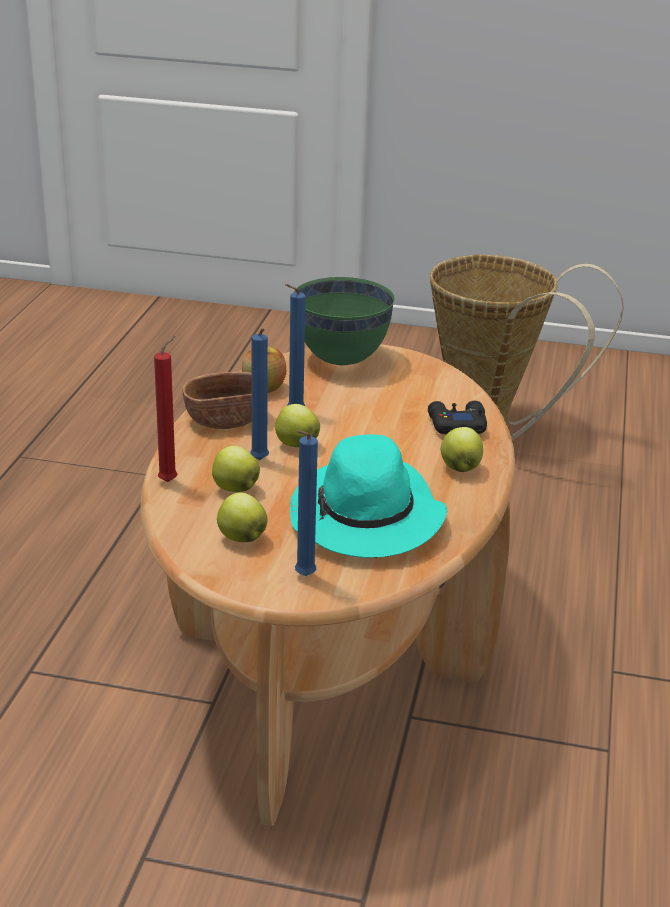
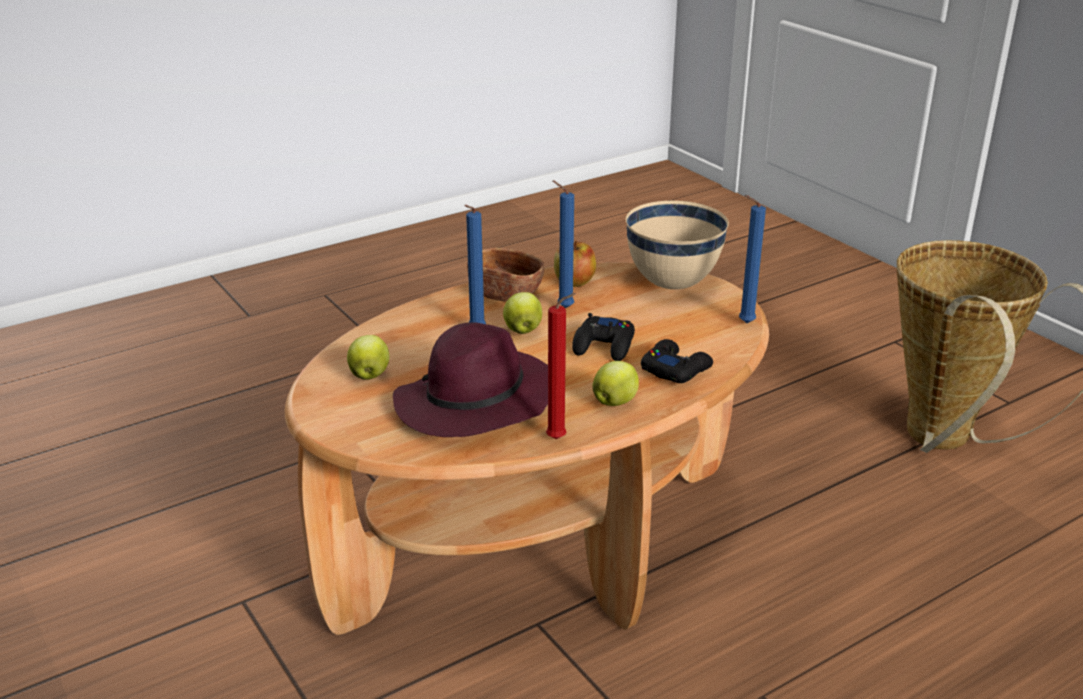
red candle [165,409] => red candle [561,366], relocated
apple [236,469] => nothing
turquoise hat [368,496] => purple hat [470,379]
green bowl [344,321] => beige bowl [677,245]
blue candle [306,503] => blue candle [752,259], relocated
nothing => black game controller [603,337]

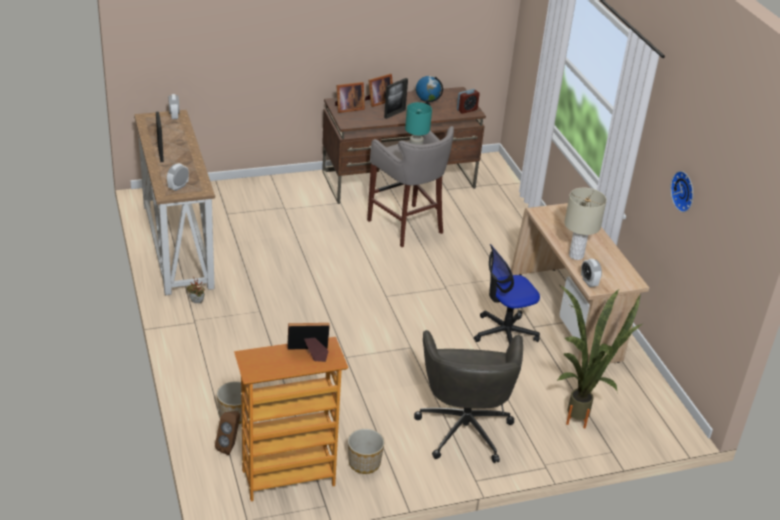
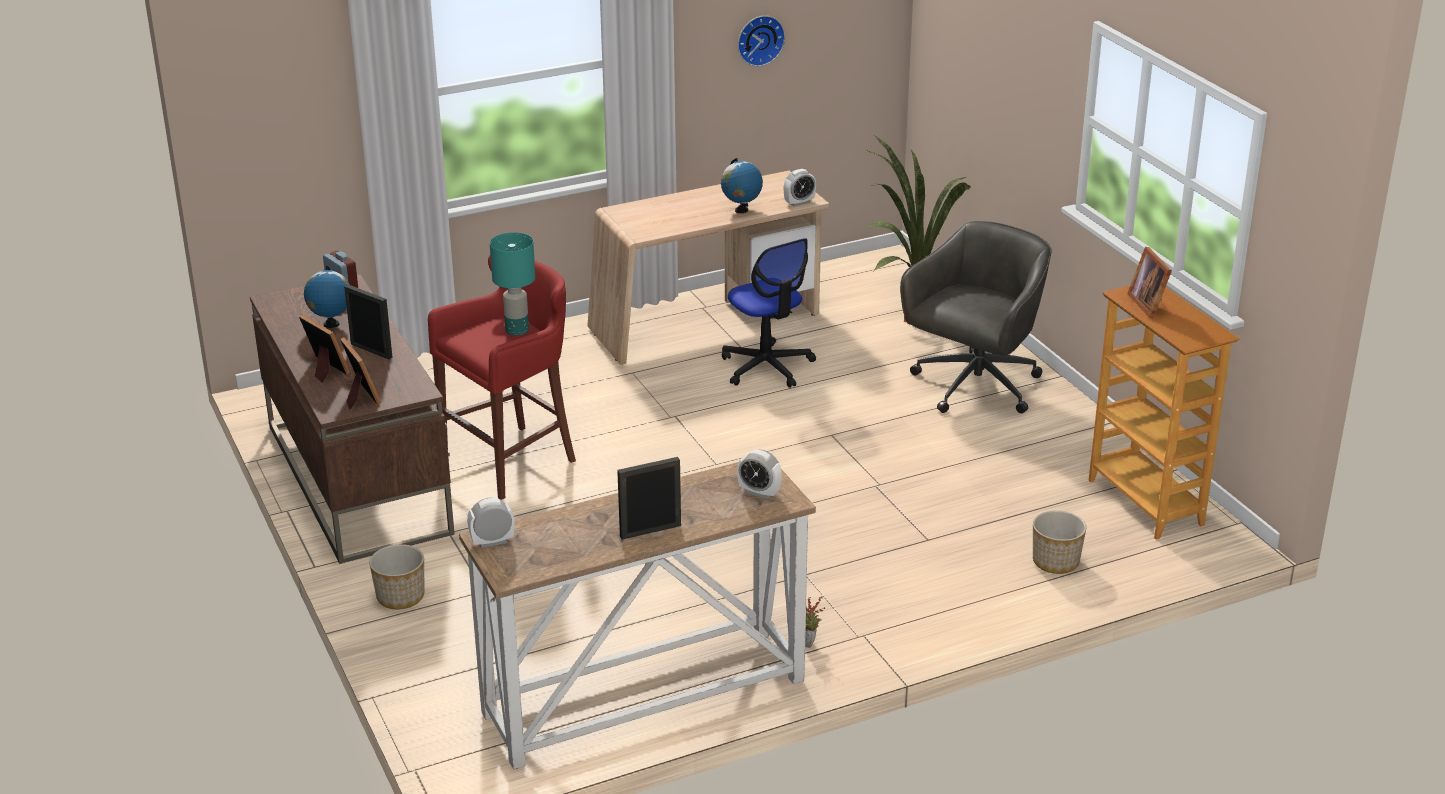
brown speaker [227,433] => nothing
planter [366,451] => planter [397,577], relocated
grey stool [410,186] => red stool [502,377]
grey office chair [468,396] => grey office chair [976,317], 45 degrees counterclockwise
beige table lamp [585,224] => globe [742,185]

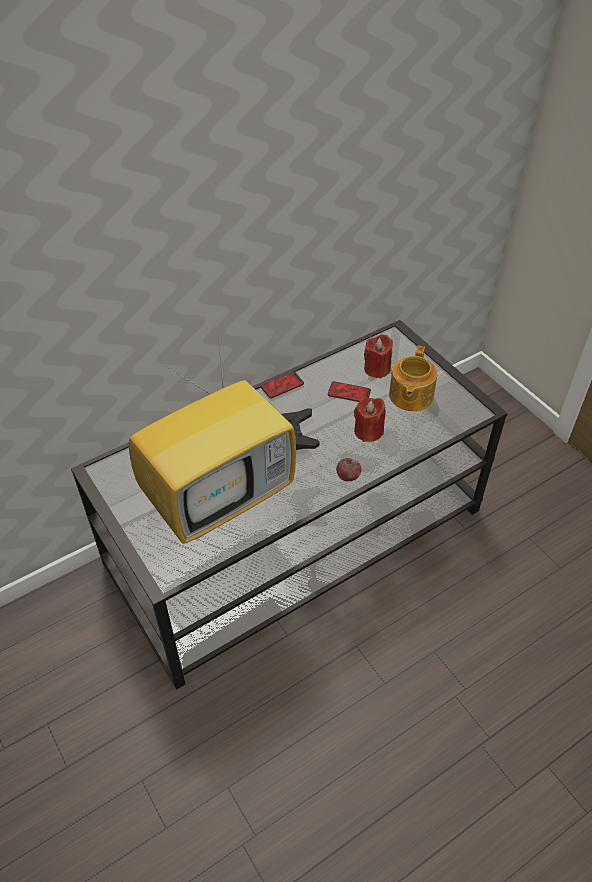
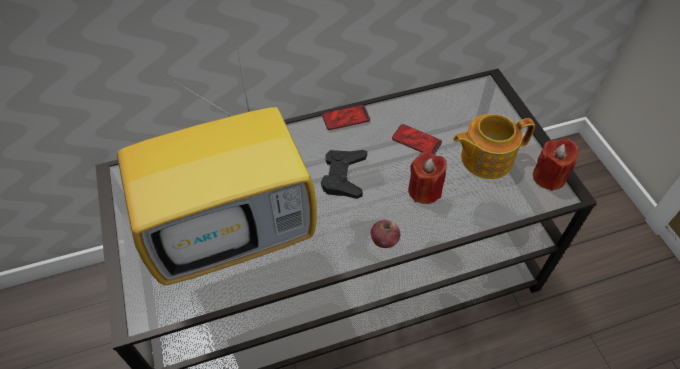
red candle [378,356] => red candle [556,164], relocated
teapot [413,378] => teapot [494,146], 45 degrees clockwise

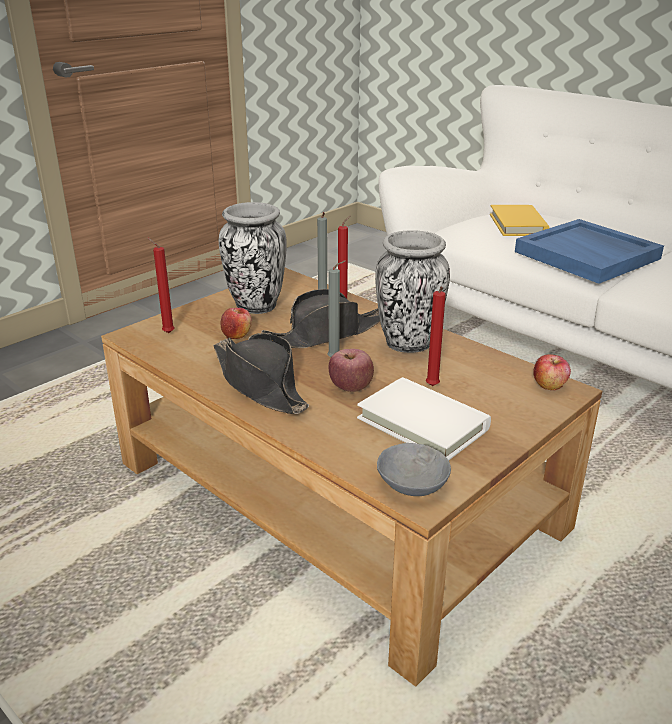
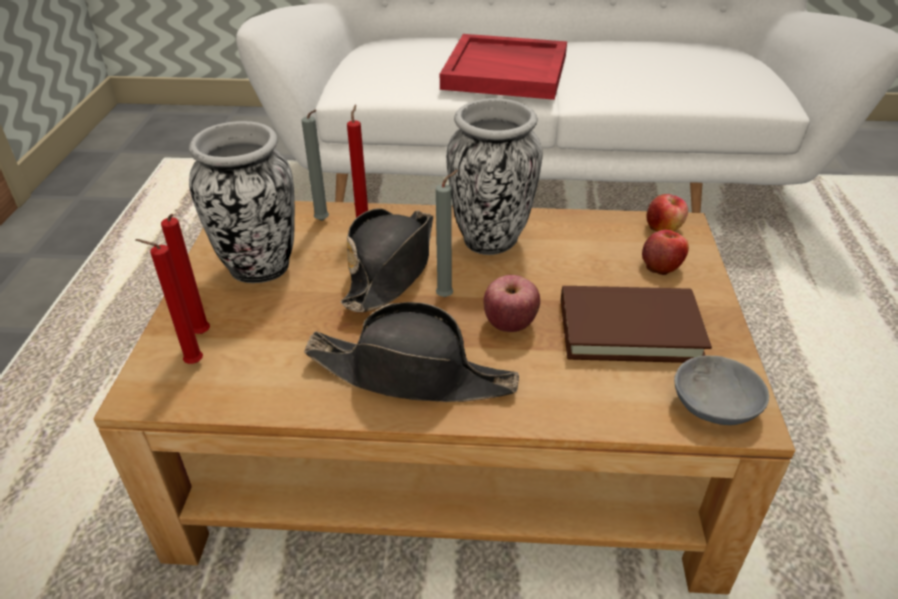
apple [236,323] => apple [665,252], relocated
white book [424,419] => brown book [636,324]
red candle [436,336] => red candle [185,274], relocated
yellow book [520,220] => nothing
blue tray [589,251] => red tray [503,67]

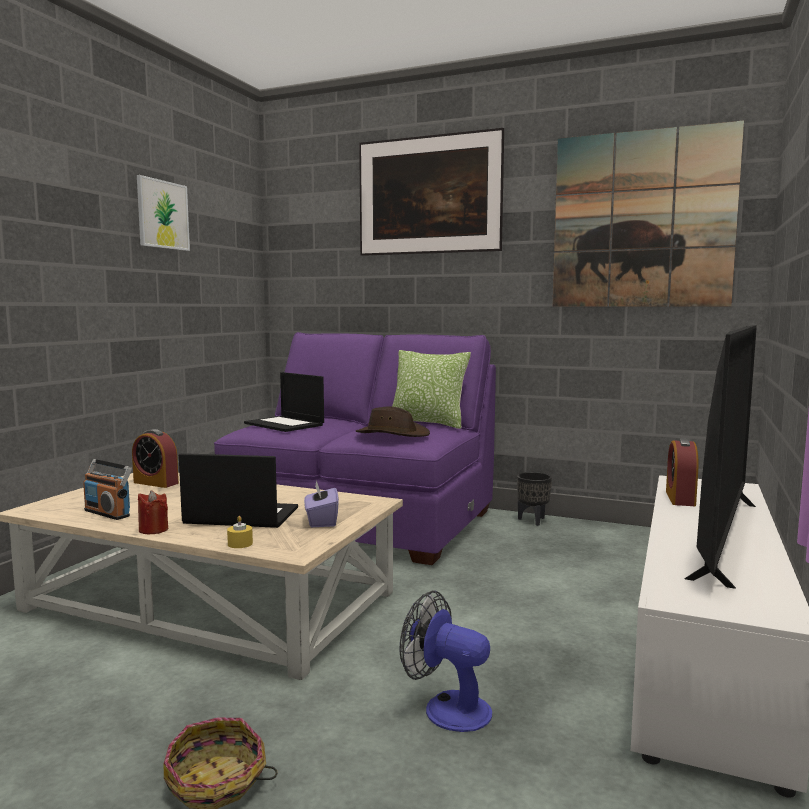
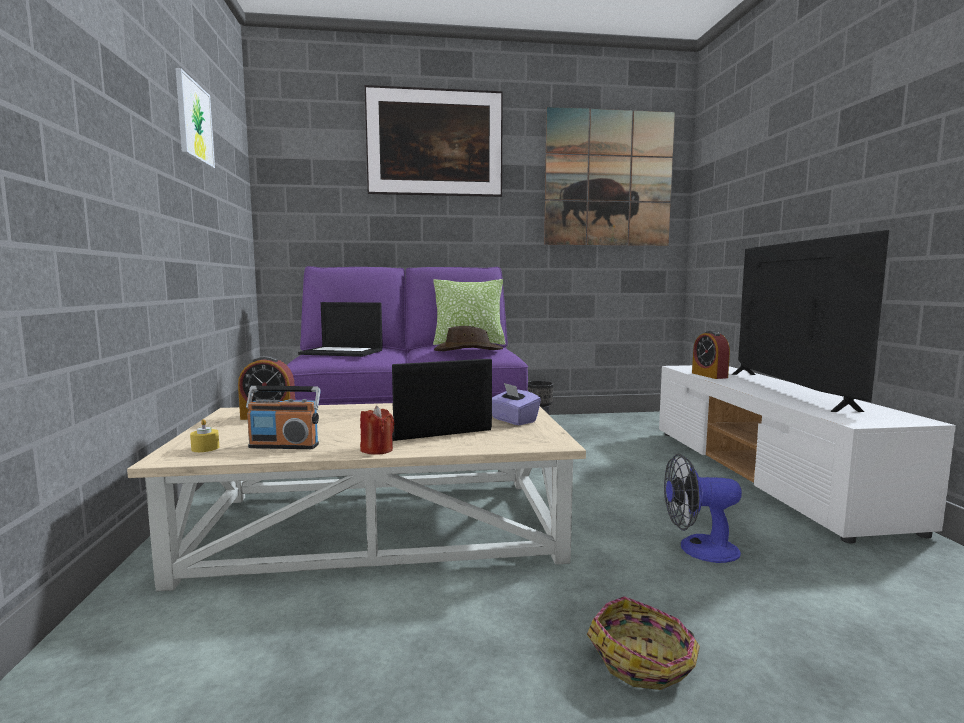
yellow candle [240,532] => yellow candle [204,435], relocated

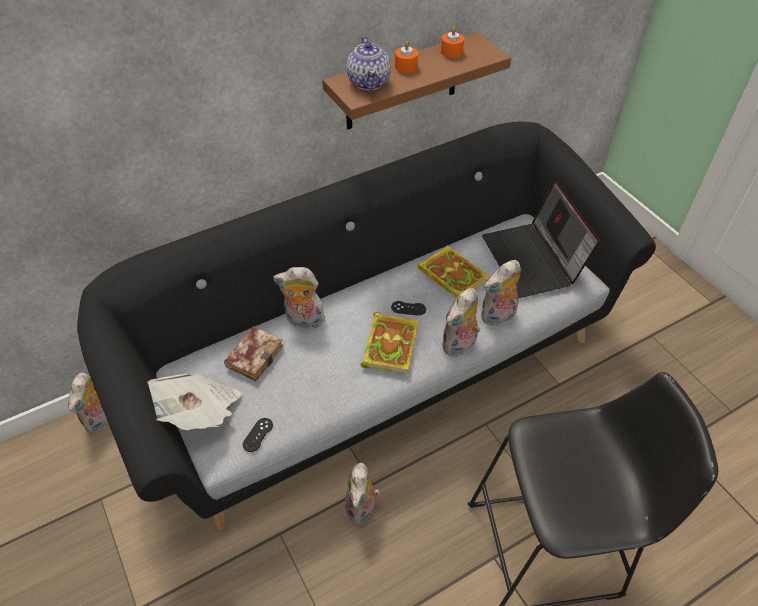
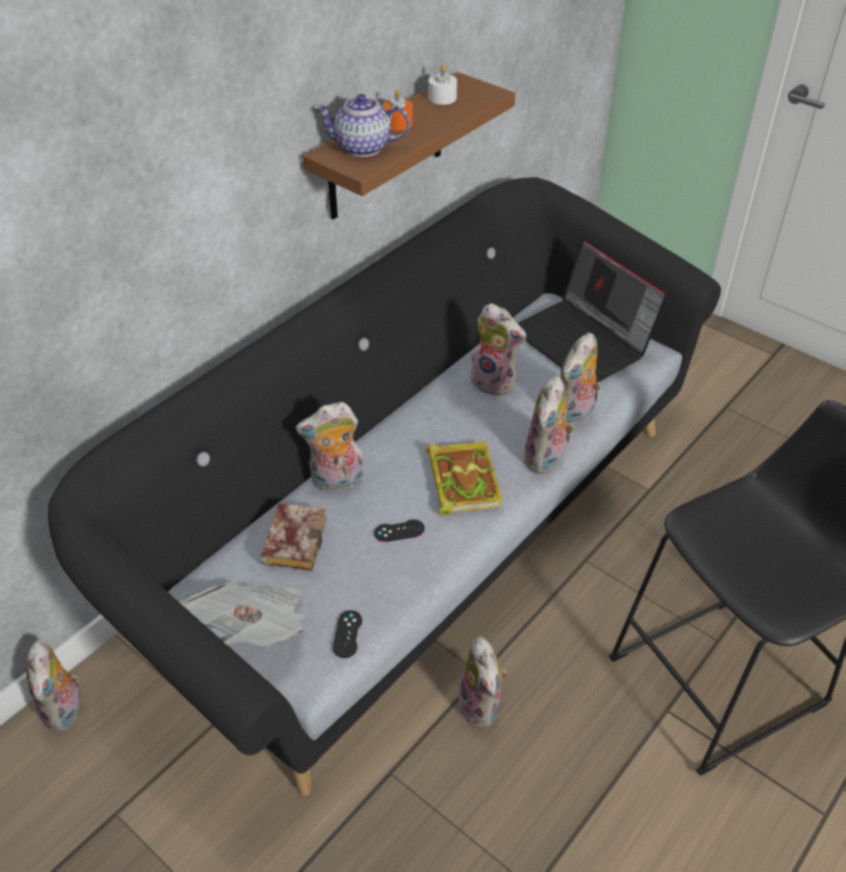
teapot [368,63] => teapot [362,125], 120 degrees clockwise
black game controller [408,308] => black game controller [399,530], relocated
book [453,272] => plush toy [498,350]
orange candle [452,42] => white candle [442,85]

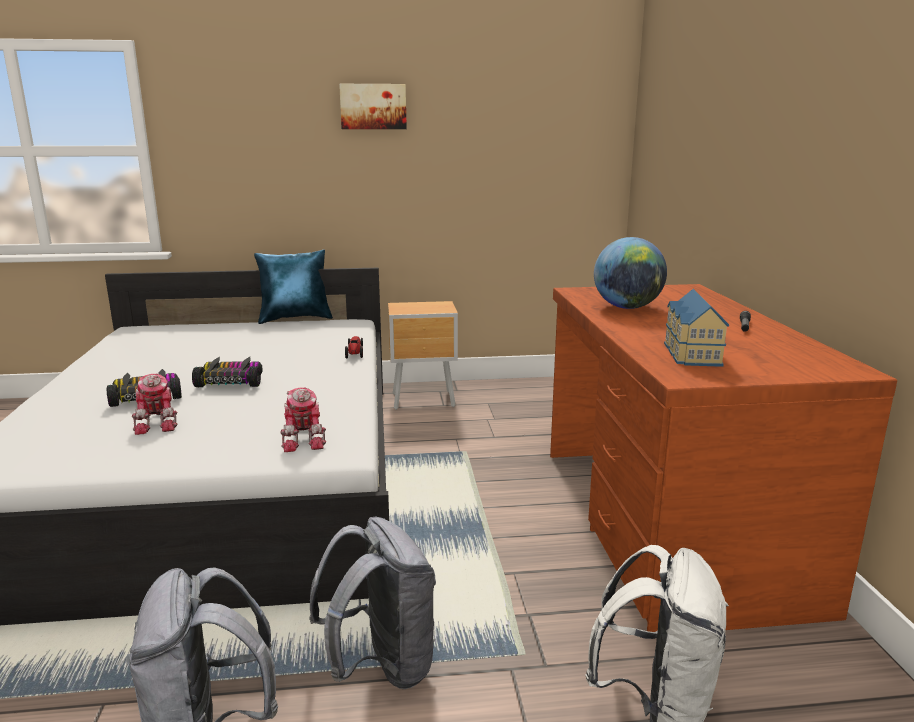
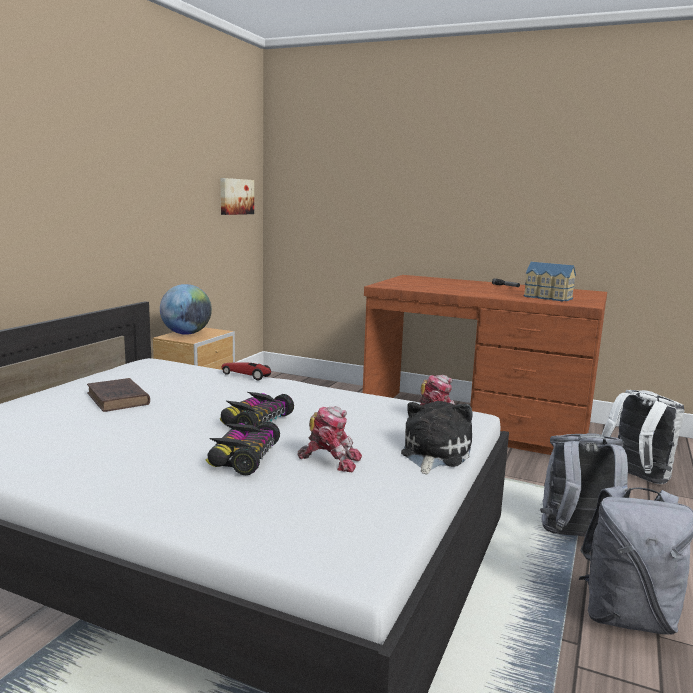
blue pillow [293,287] => nothing
picture [373,106] => picture [237,196], relocated
globe [630,273] => globe [186,309], relocated
nothing => brown book [118,395]
nothing => plush toy [436,437]

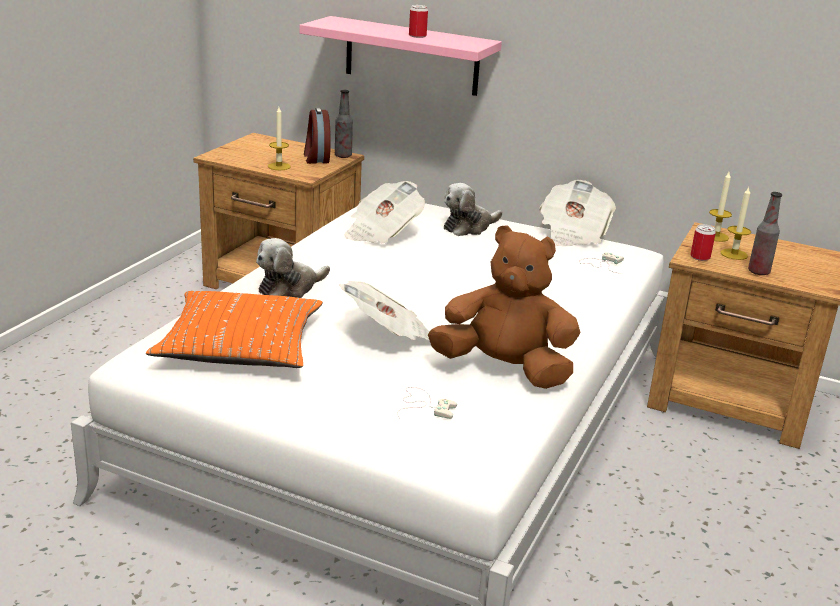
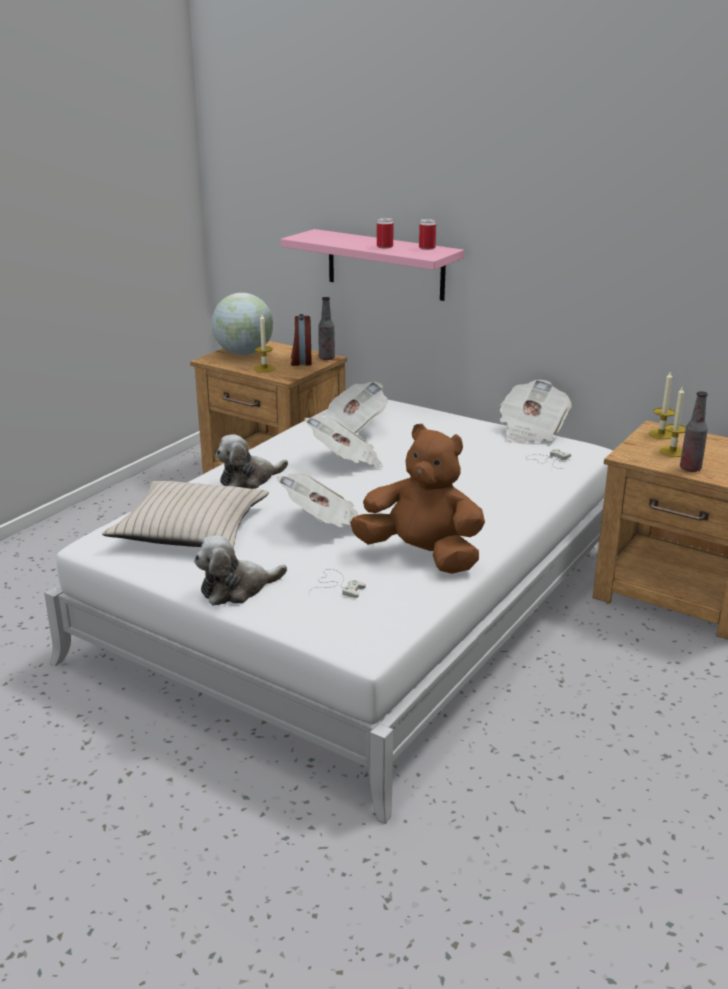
orange pillow [234,329] => beige pillow [185,514]
plush toy [473,209] => plush toy [240,570], relocated
can [703,242] => can [427,234], relocated
nothing => globe [242,324]
nothing => newspaper [344,442]

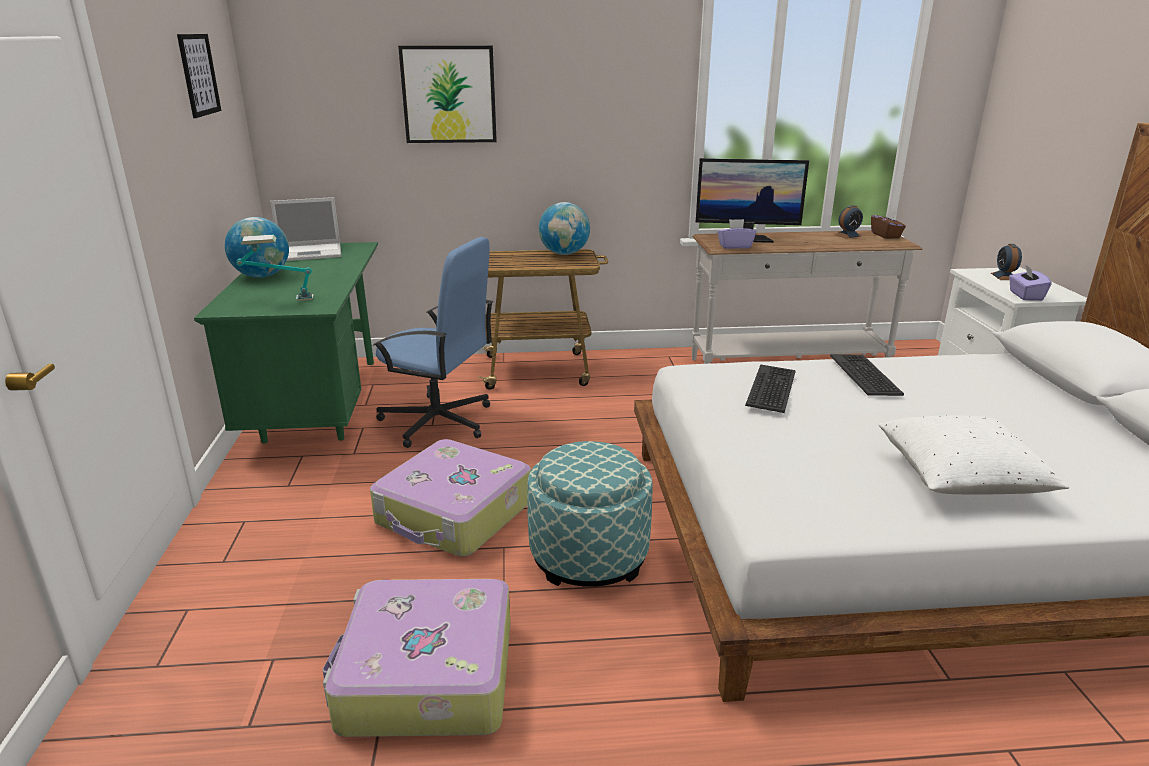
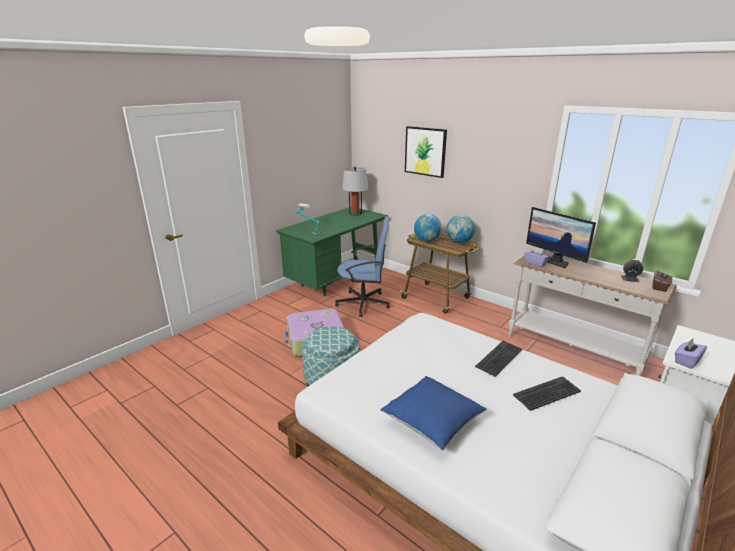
picture [199,76] => nothing
globe [257,247] => globe [428,228], relocated
laptop [306,229] => grey table lamp [355,191]
suitcase [416,658] => nothing
blue office chair [433,342] => blue office chair [362,266], 60 degrees counterclockwise
keyboard [770,388] => keyboard [547,393], relocated
white pillow [974,455] => blue pillow [433,413]
alarm clock [1006,262] => nothing

